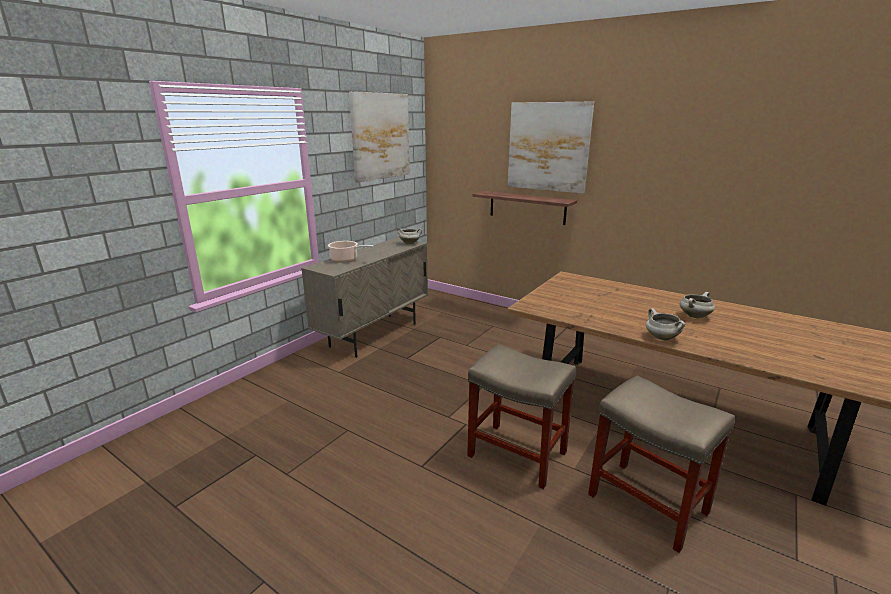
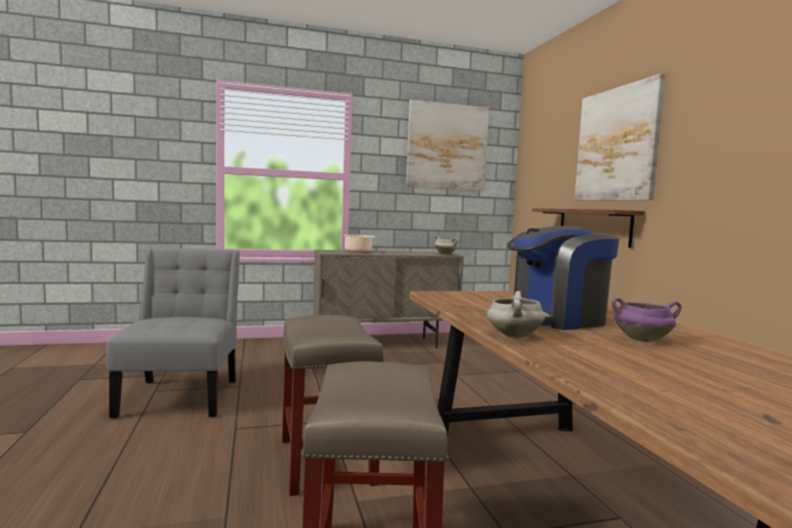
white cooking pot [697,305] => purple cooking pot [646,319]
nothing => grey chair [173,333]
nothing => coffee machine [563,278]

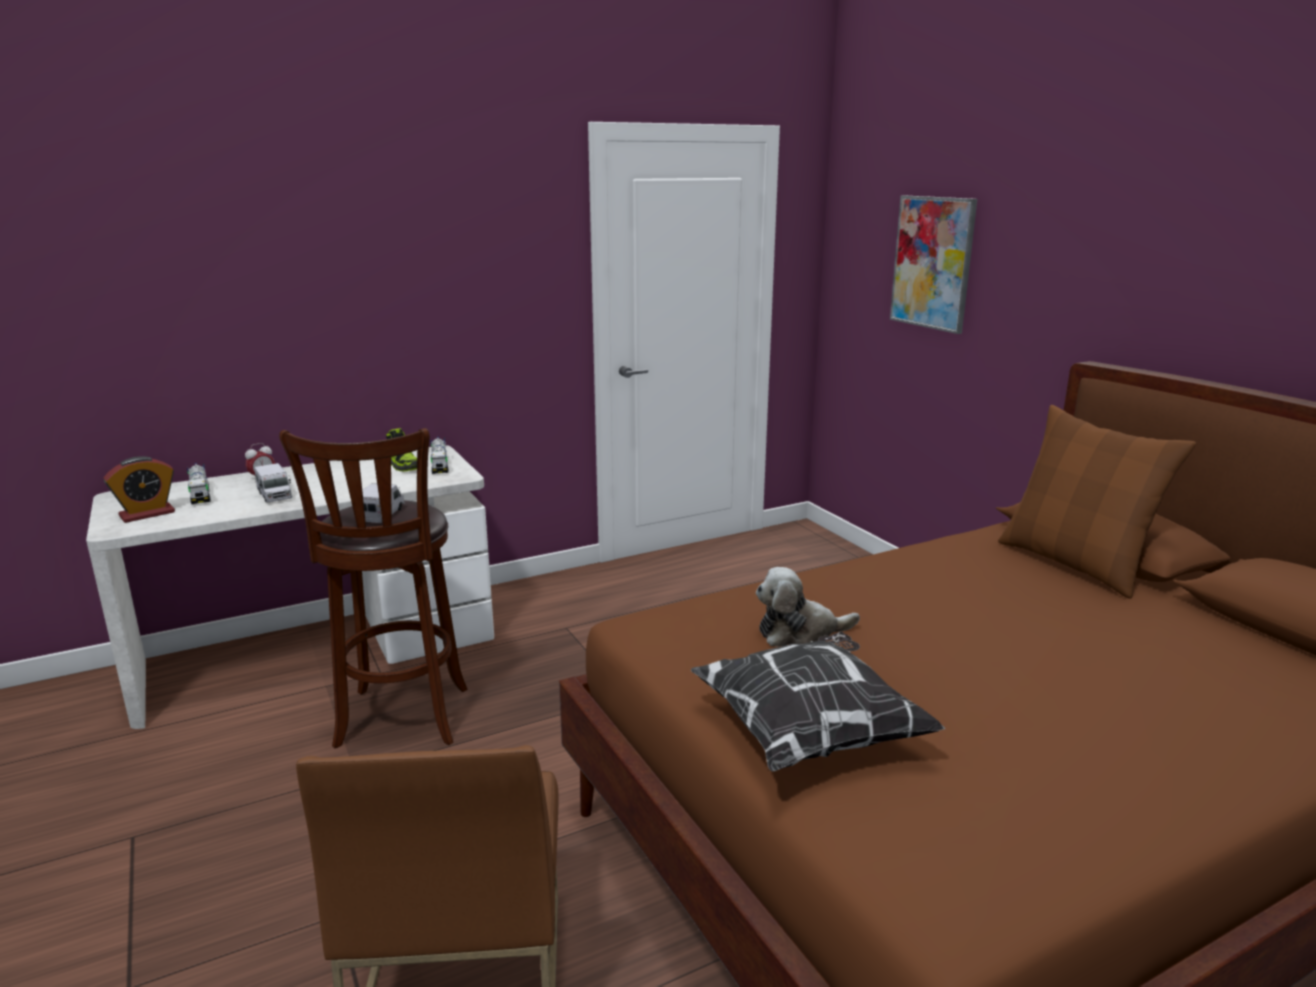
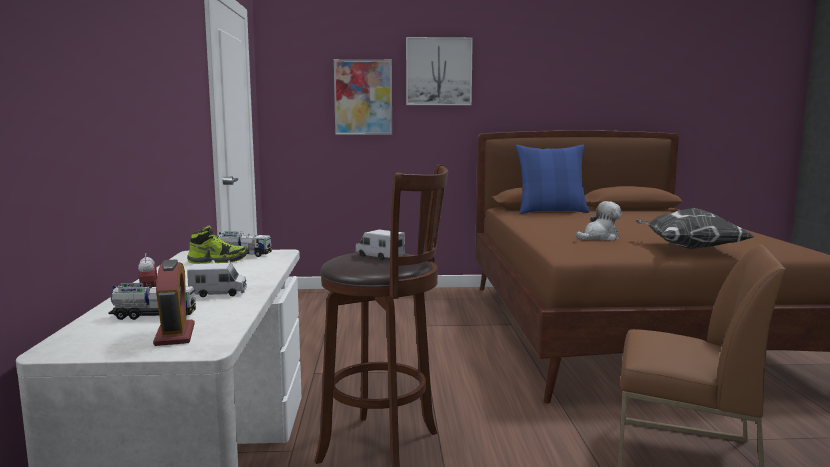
plush toy [808,607] => plush toy [599,221], 135 degrees counterclockwise
brown pillow [1097,502] => blue pillow [552,179]
nothing => picture [439,71]

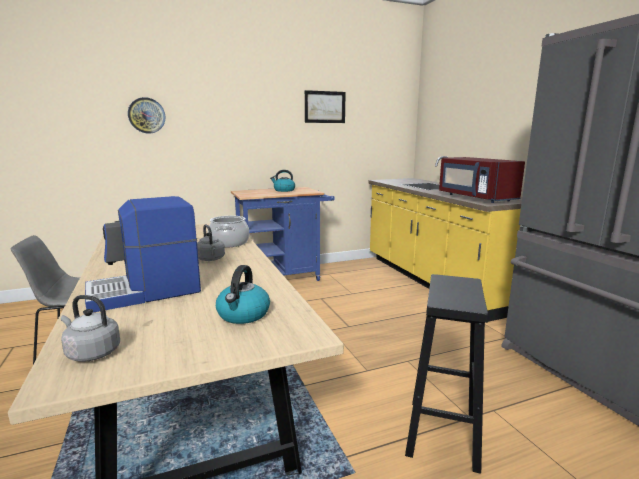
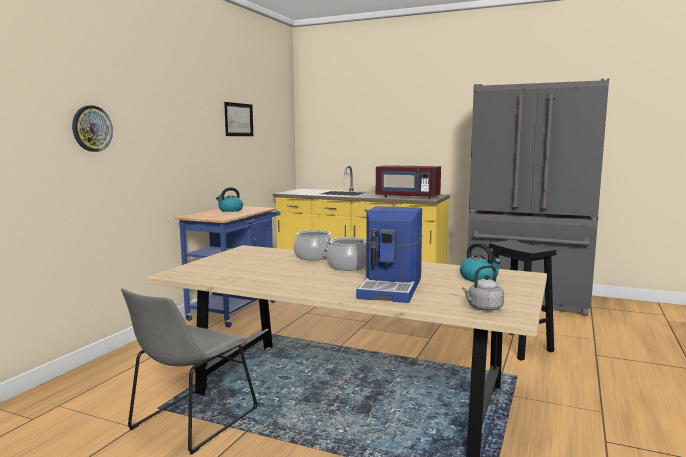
grey kettle [211,242] => cooking pot [345,254]

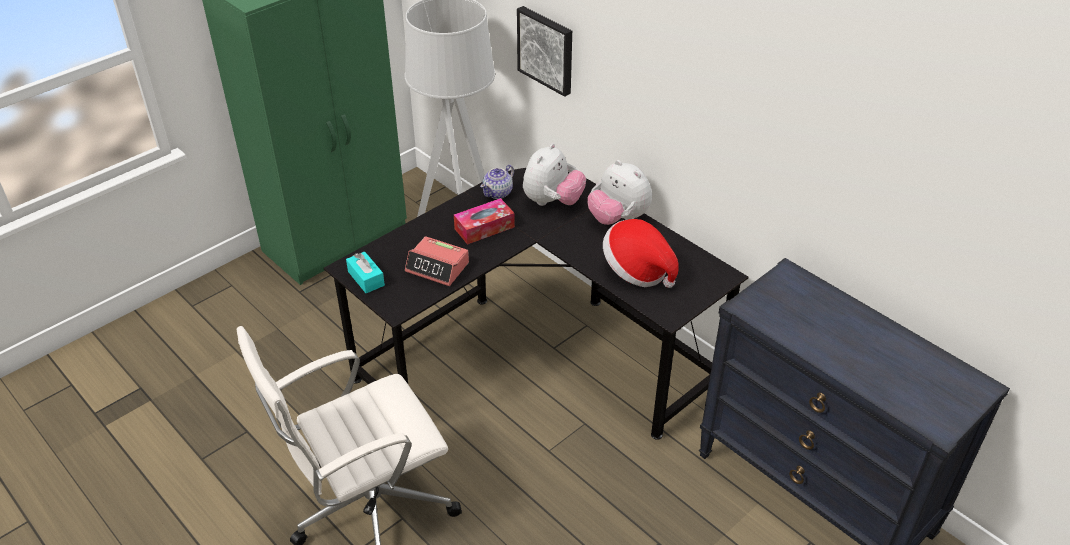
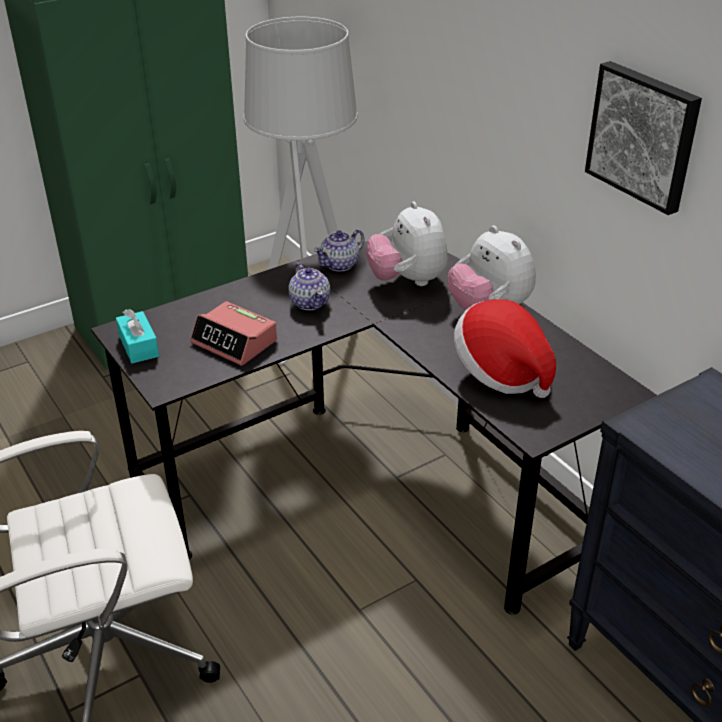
tissue box [484,221] => teapot [309,286]
picture [544,51] => picture [643,138], relocated
plush toy [554,174] => plush toy [407,243], 120 degrees clockwise

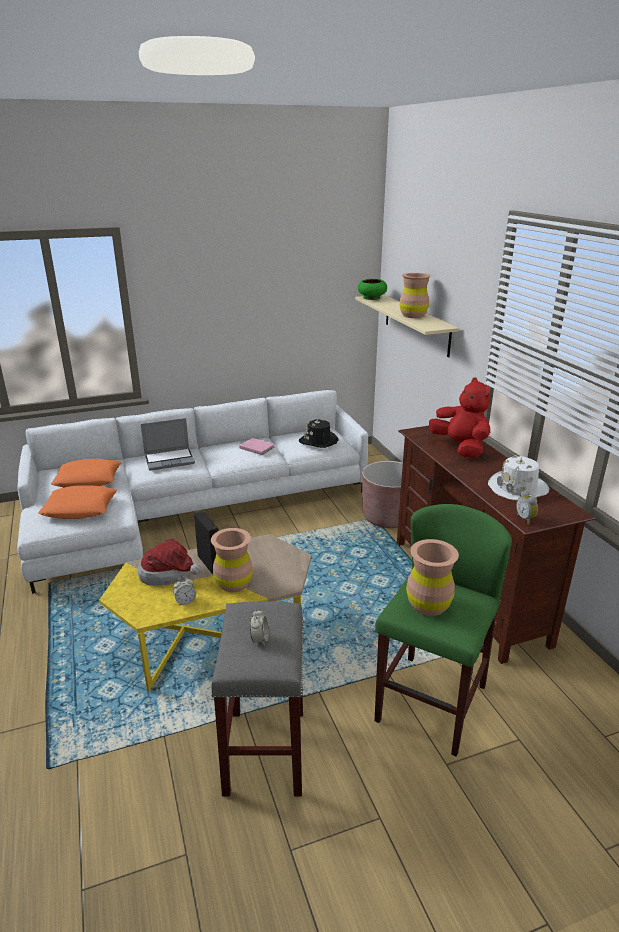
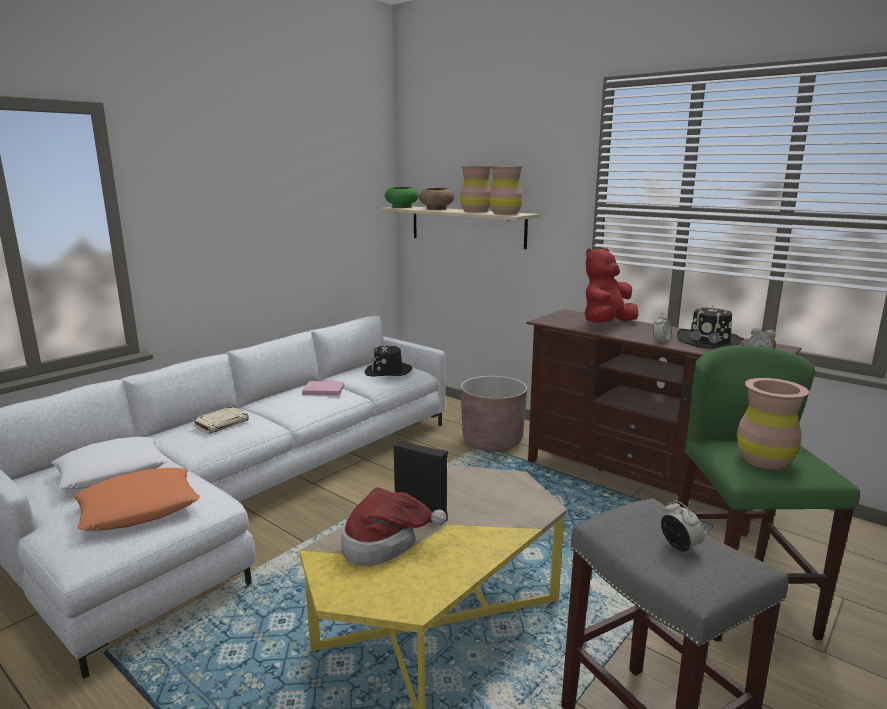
orange pillow [86,473] => white pillow [110,463]
laptop [168,444] => beige book [220,420]
alarm clock [184,591] => alarm clock [662,328], relocated
brown vase [232,560] => brown vase [506,190], relocated
red plush toy [459,417] => red plush toy [611,285], 75 degrees counterclockwise
white hat [519,477] => black hat [710,326]
nothing => brown bowl [436,199]

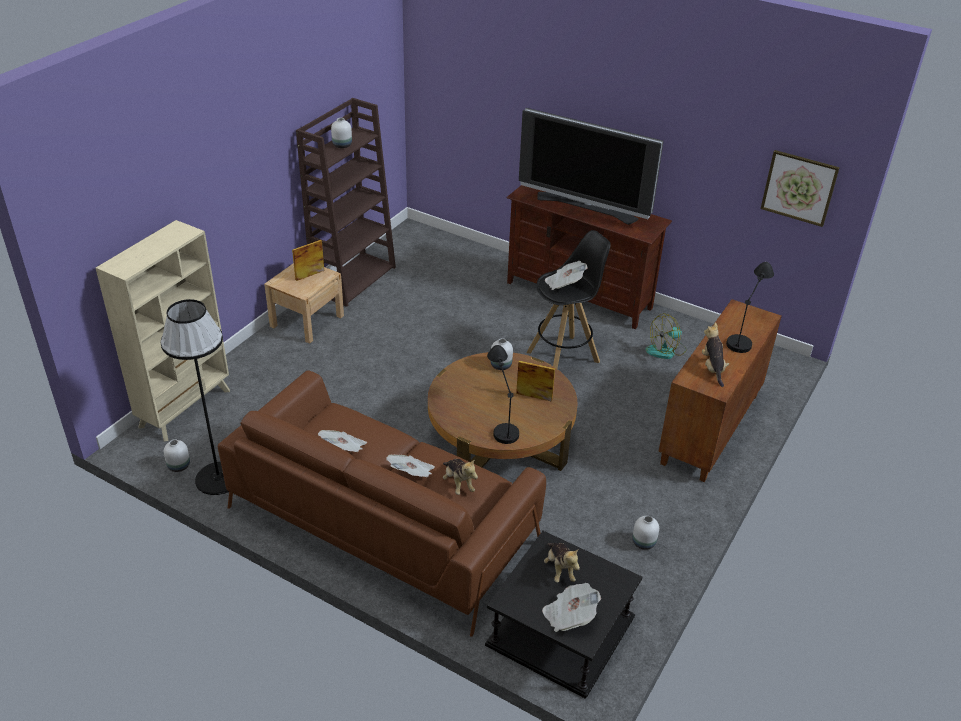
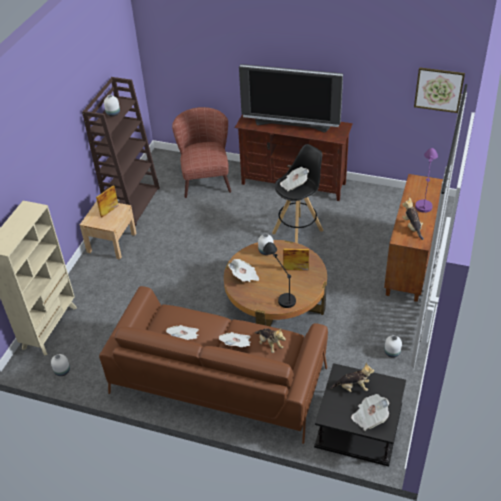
black floor lamp [194,397] => nothing
plush toy [562,563] => plush toy [352,377], 60 degrees counterclockwise
fan [666,336] => nothing
black table lamp [750,307] => purple table lamp [426,180]
nothing => brown armchair [201,152]
nothing => newspaper [244,270]

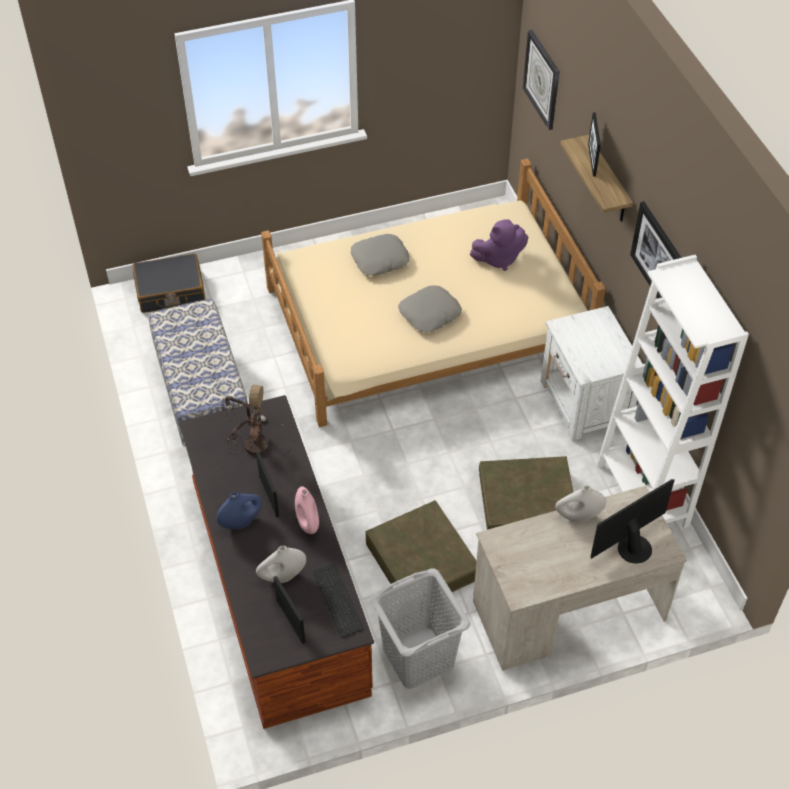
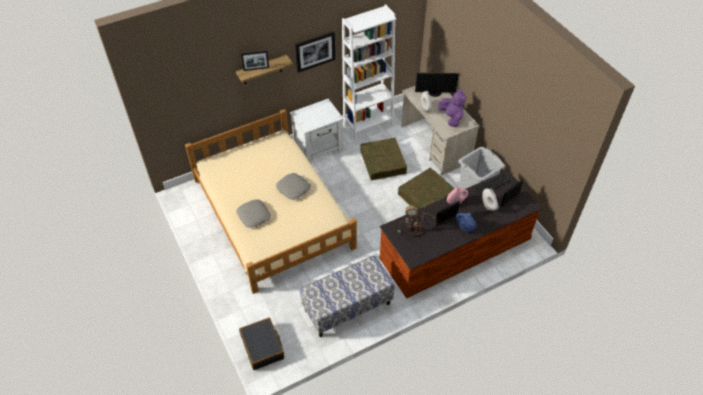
purple plush toy [499,245] => purple plush toy [452,107], relocated
wall clock [541,80] => nothing
monitor [633,521] => monitor [437,85], 45 degrees counterclockwise

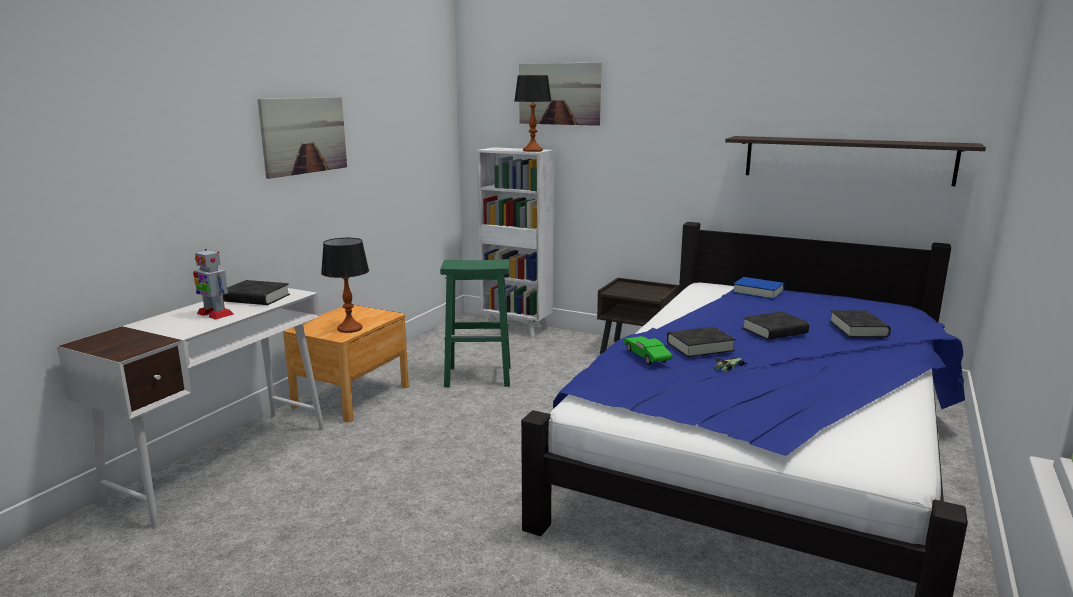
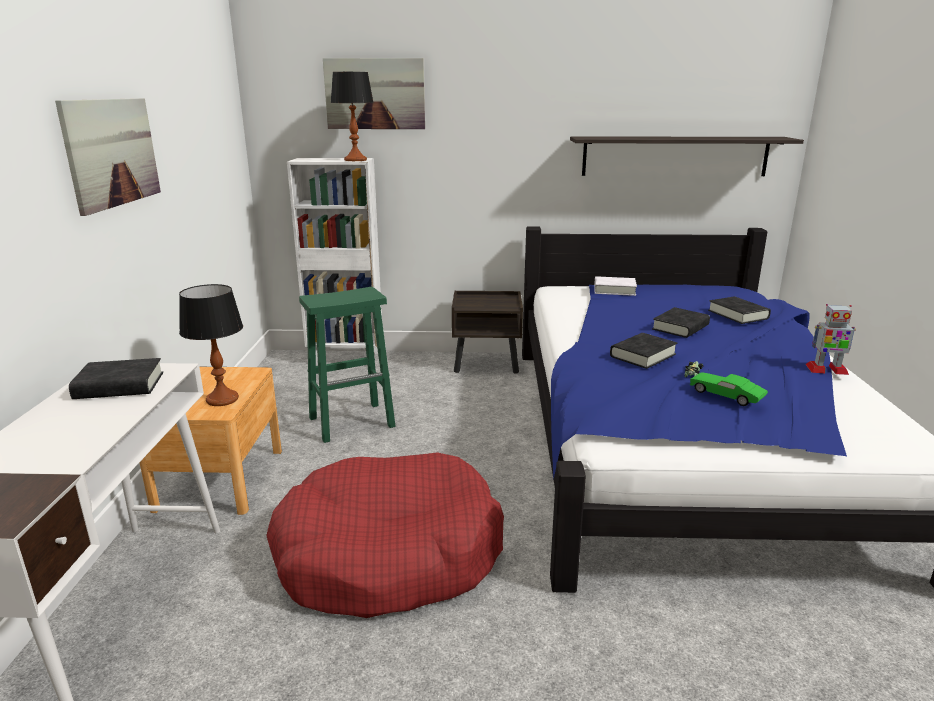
toy robot [213,284] => toy robot [830,339], relocated
green toy car [648,350] => green toy car [729,389], relocated
blue book [758,288] => white book [615,286]
nothing => red dog bed [385,535]

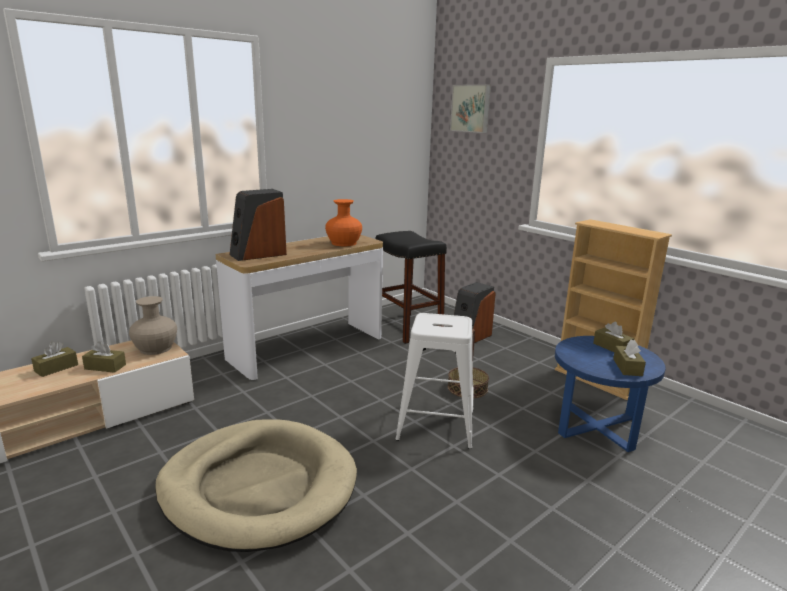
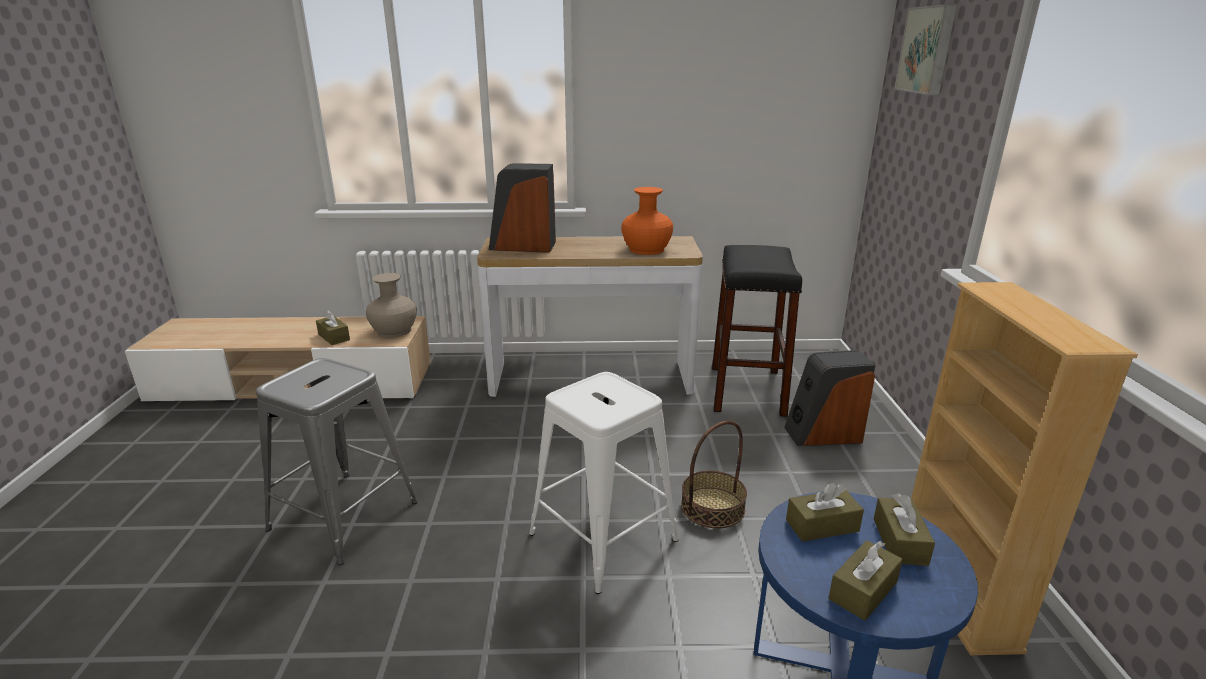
brown tissue box [54,359] => brown tissue box [825,512], relocated
beige dog bed [256,486] => grey stool [337,461]

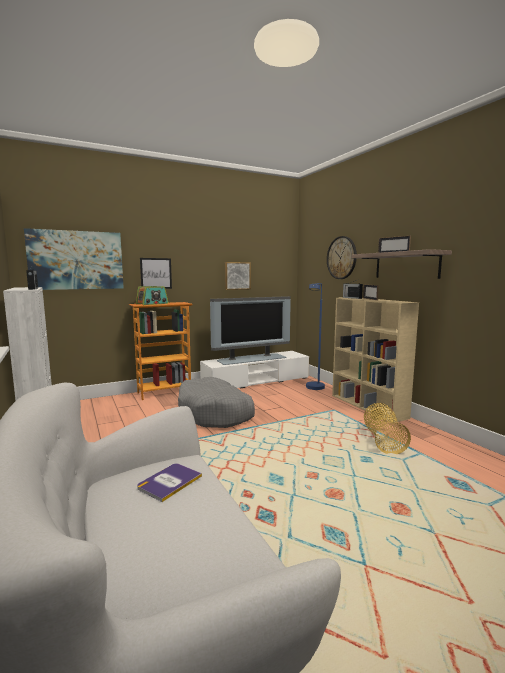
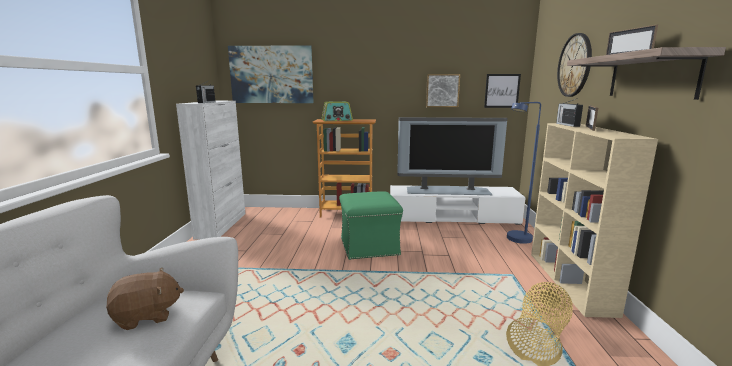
book [169,482] => brown plush toy [145,298]
picture [156,273] => picture [502,91], relocated
grey dog bed [216,402] => green ottoman [371,225]

